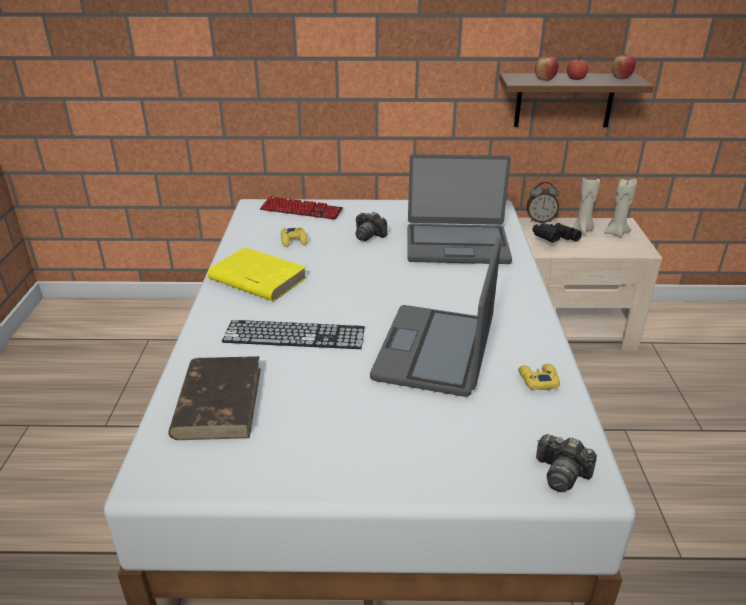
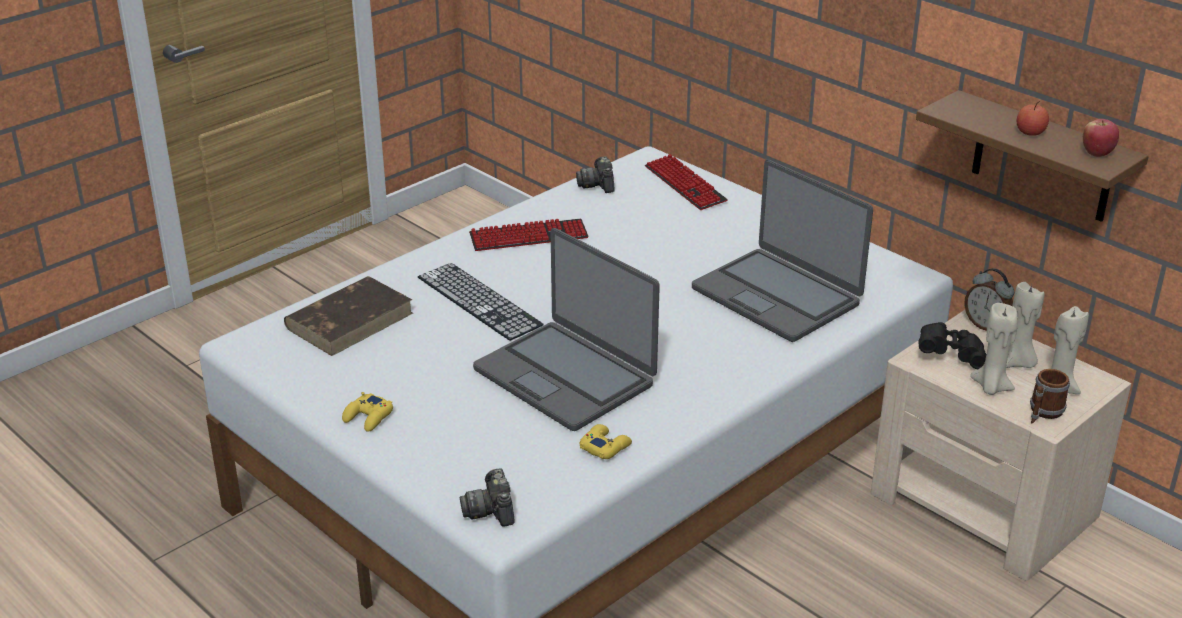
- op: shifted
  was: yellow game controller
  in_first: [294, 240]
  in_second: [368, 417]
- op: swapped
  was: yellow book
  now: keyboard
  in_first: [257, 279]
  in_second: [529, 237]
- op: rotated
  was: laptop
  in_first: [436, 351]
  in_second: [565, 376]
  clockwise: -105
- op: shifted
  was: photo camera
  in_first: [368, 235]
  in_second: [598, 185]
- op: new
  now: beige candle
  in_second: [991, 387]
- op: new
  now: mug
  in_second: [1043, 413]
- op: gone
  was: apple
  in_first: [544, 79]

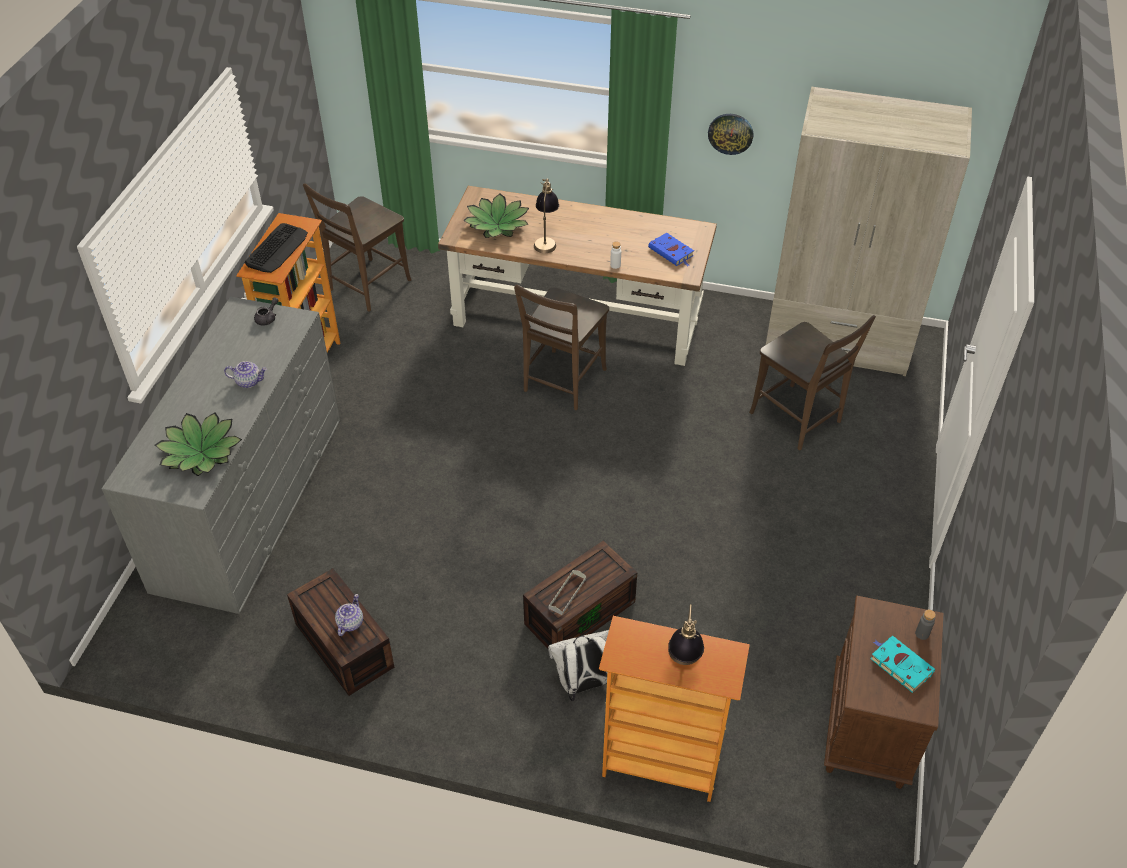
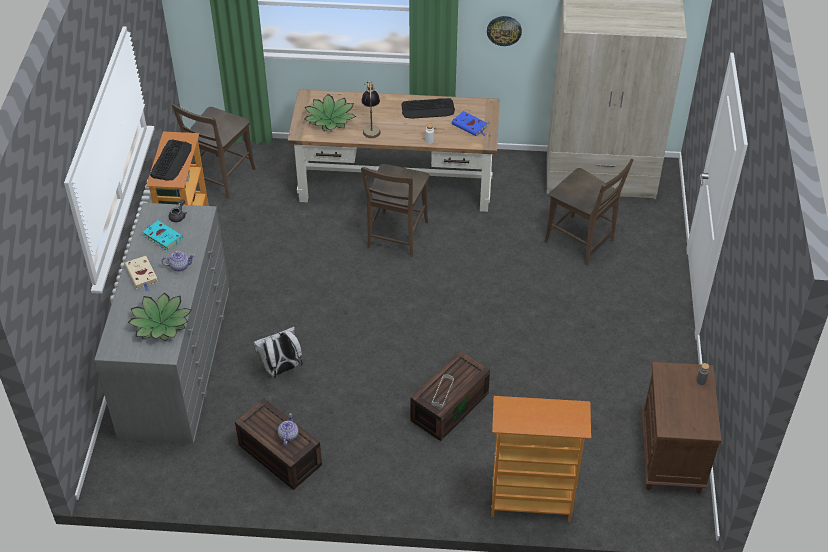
- op: new
  now: beige book
  in_second: [142, 275]
- op: shifted
  was: turquoise book
  in_first: [900, 665]
  in_second: [162, 237]
- op: shifted
  was: white backpack
  in_first: [583, 684]
  in_second: [281, 369]
- op: new
  now: keyboard
  in_second: [428, 109]
- op: gone
  was: table lamp
  in_first: [683, 663]

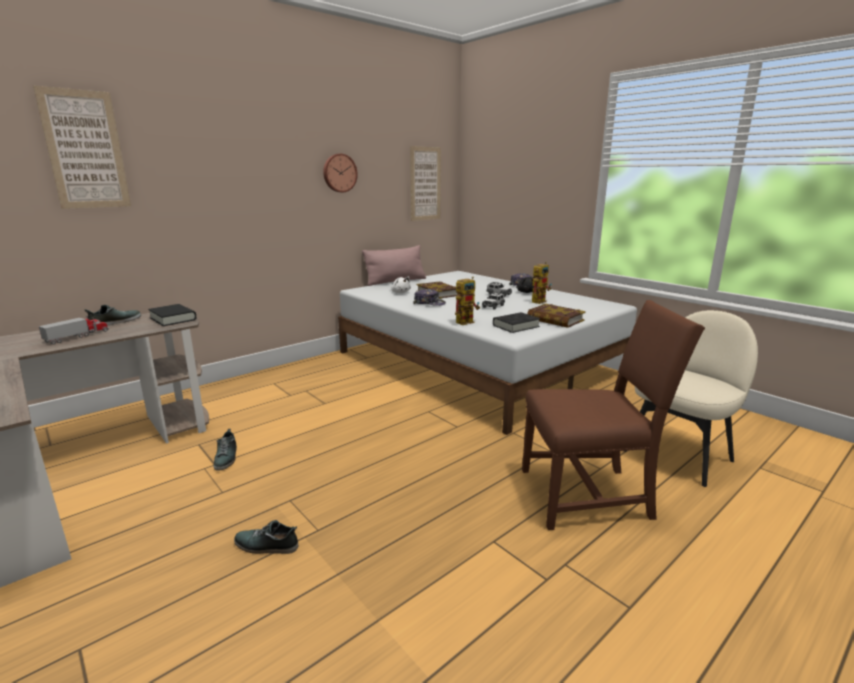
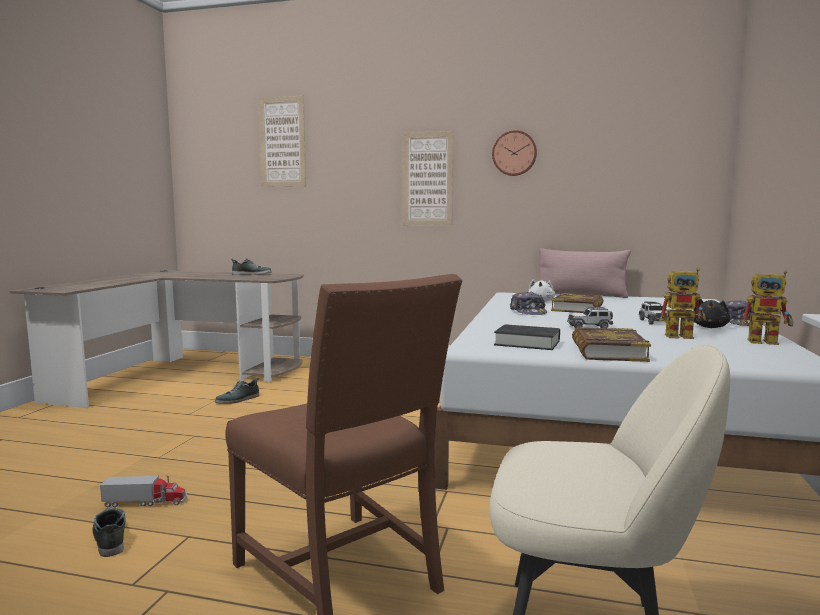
- op: shifted
  was: shoe
  in_first: [266, 546]
  in_second: [109, 536]
- op: shifted
  was: toy truck
  in_first: [78, 336]
  in_second: [145, 502]
- op: shifted
  was: picture
  in_first: [425, 184]
  in_second: [427, 179]
- op: shifted
  was: toy robot
  in_first: [467, 321]
  in_second: [769, 342]
- op: gone
  was: black book
  in_first: [173, 319]

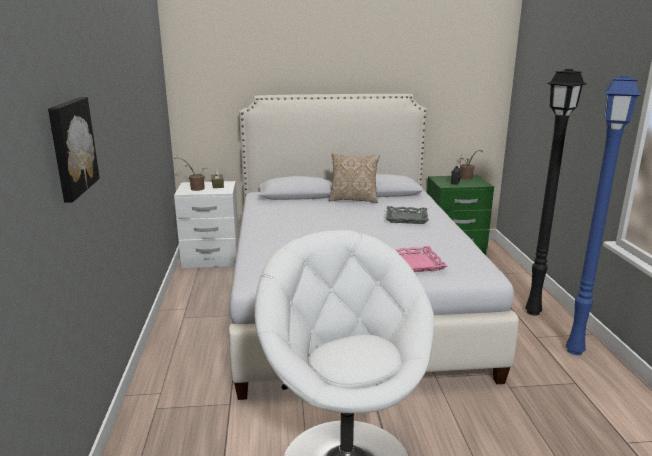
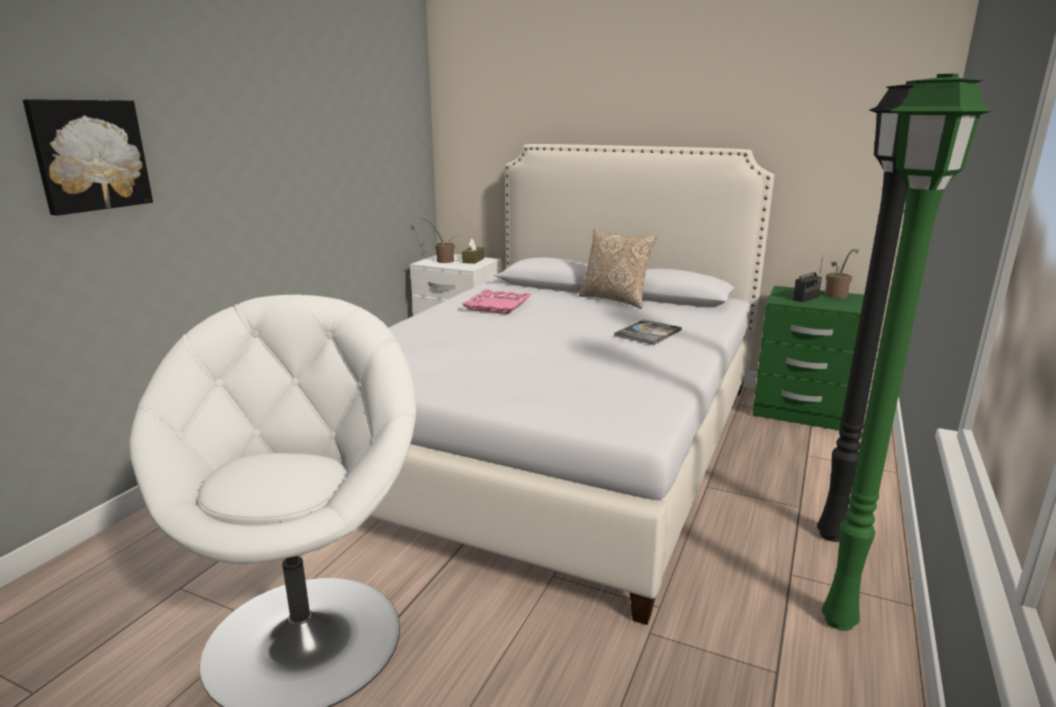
- op: shifted
  was: pink tray
  in_first: [415, 263]
  in_second: [498, 306]
- op: swapped
  was: grey tray
  now: book
  in_first: [406, 218]
  in_second: [648, 333]
- op: repainted
  was: blue floor lamp
  now: green floor lamp
  in_first: [573, 351]
  in_second: [835, 620]

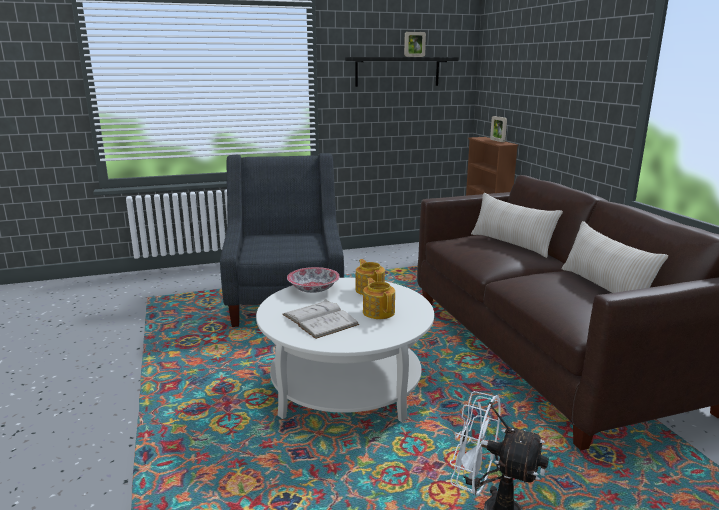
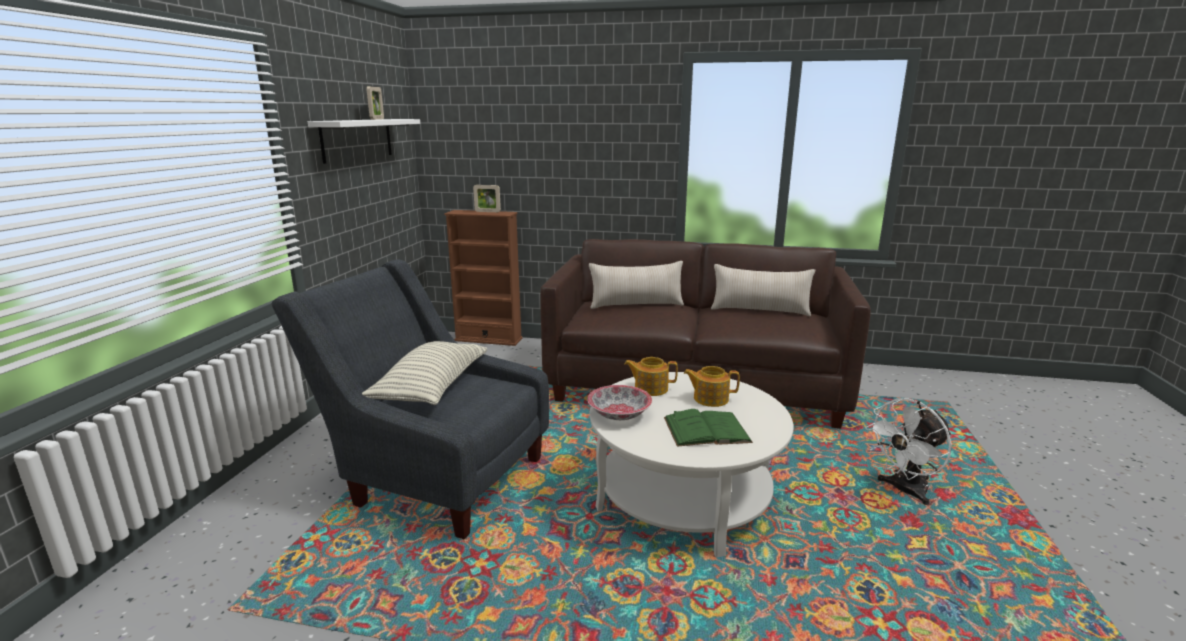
- op: repainted
  was: black shelf
  now: white shelf
  in_first: [397, 71]
  in_second: [357, 139]
- op: new
  now: pillow
  in_second: [431, 388]
- op: repainted
  was: white book
  now: green book
  in_first: [320, 319]
  in_second: [706, 430]

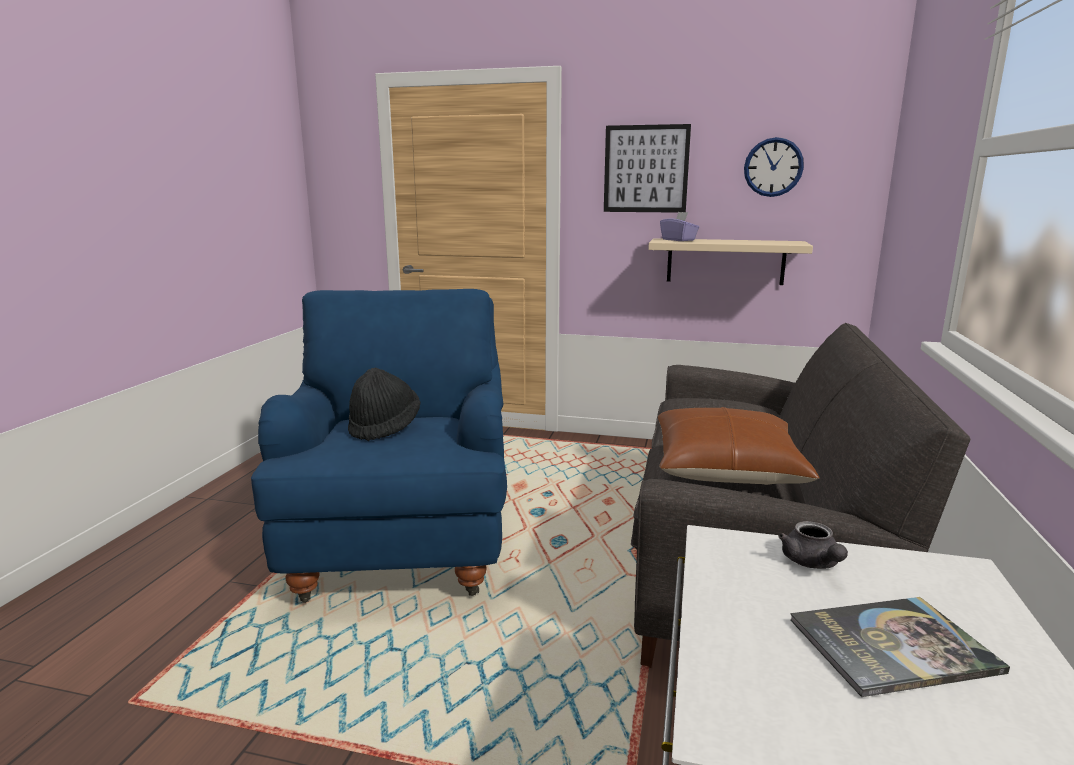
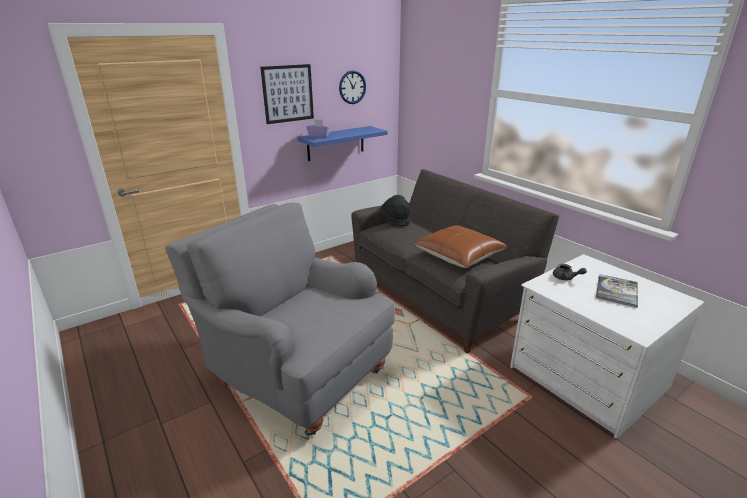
- op: repainted
  was: blue armchair
  now: grey armchair
  in_first: [403, 543]
  in_second: [296, 374]
- op: repainted
  was: beige shelf
  now: blue shelf
  in_first: [725, 261]
  in_second: [336, 143]
- op: shifted
  was: black hat
  in_first: [384, 427]
  in_second: [395, 220]

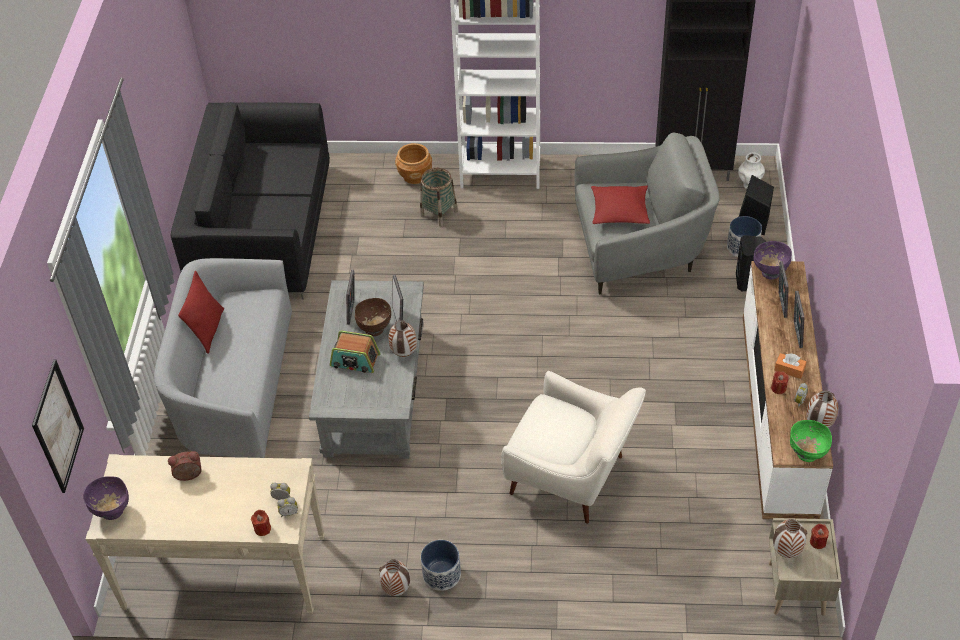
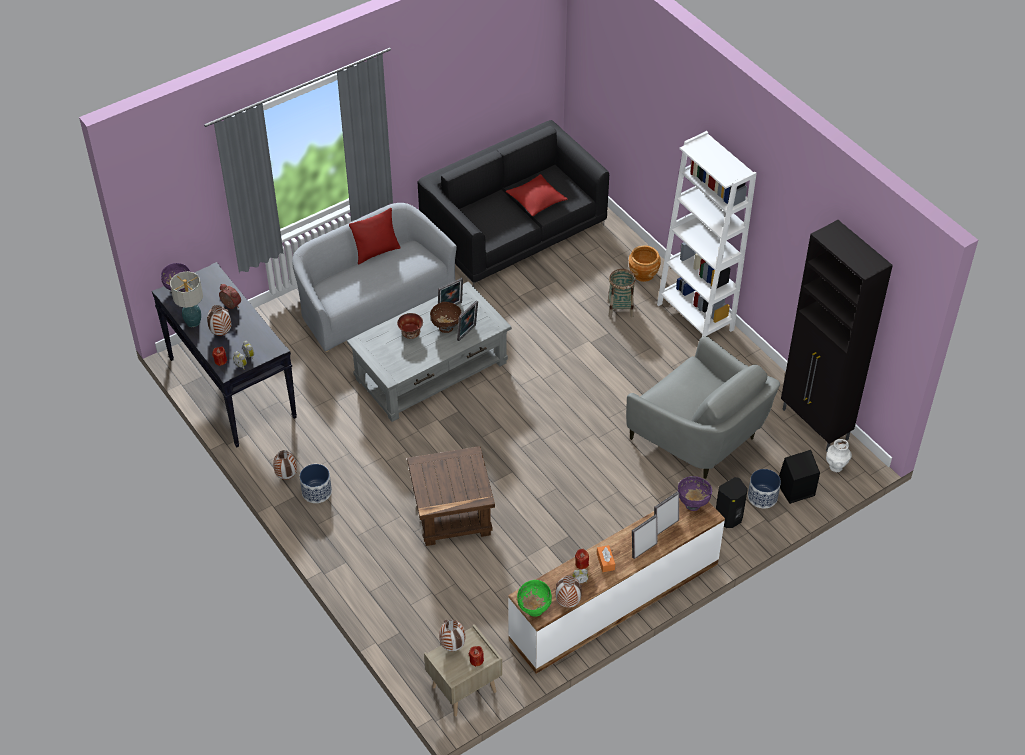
- op: repainted
  was: beige console table
  now: black console table
  in_first: [224, 573]
  in_second: [231, 387]
- op: new
  now: table lamp
  in_second: [193, 322]
- op: shifted
  was: vase
  in_first: [404, 353]
  in_second: [221, 333]
- op: swapped
  was: radio
  now: bowl
  in_first: [355, 361]
  in_second: [411, 334]
- op: swapped
  was: white armchair
  now: brown side table
  in_first: [572, 477]
  in_second: [451, 515]
- op: shifted
  was: red pillow
  in_first: [619, 211]
  in_second: [536, 200]
- op: gone
  was: picture
  in_first: [58, 427]

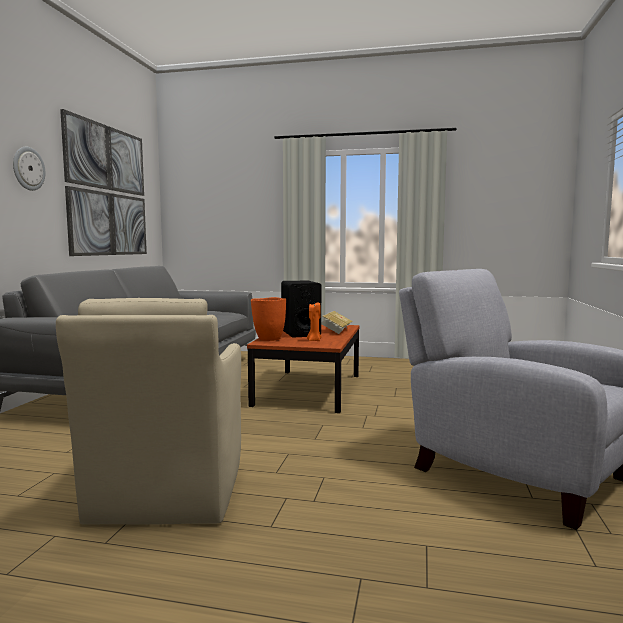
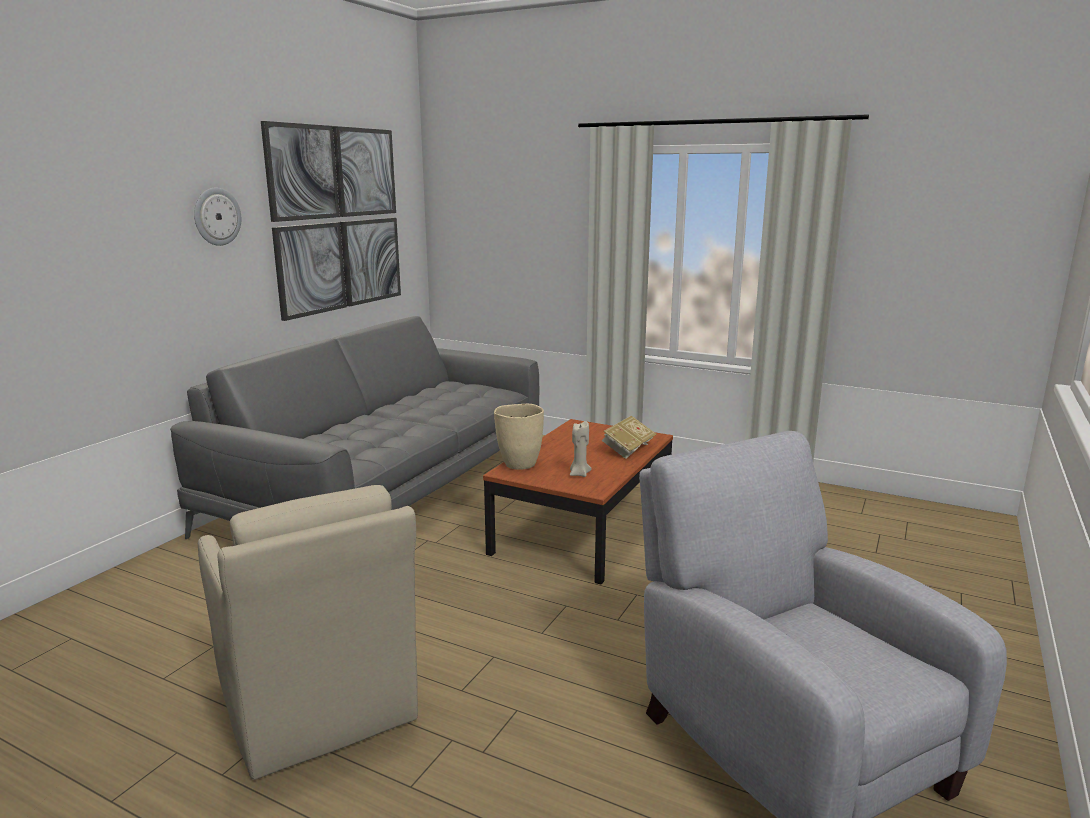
- op: rotated
  was: beige armchair
  in_first: [167, 494]
  in_second: [318, 706]
  clockwise: -45
- op: repainted
  was: orange vase
  now: beige vase
  in_first: [268, 339]
  in_second: [519, 464]
- op: repainted
  was: orange candle
  now: beige candle
  in_first: [314, 340]
  in_second: [579, 474]
- op: gone
  was: black speaker
  in_first: [300, 333]

